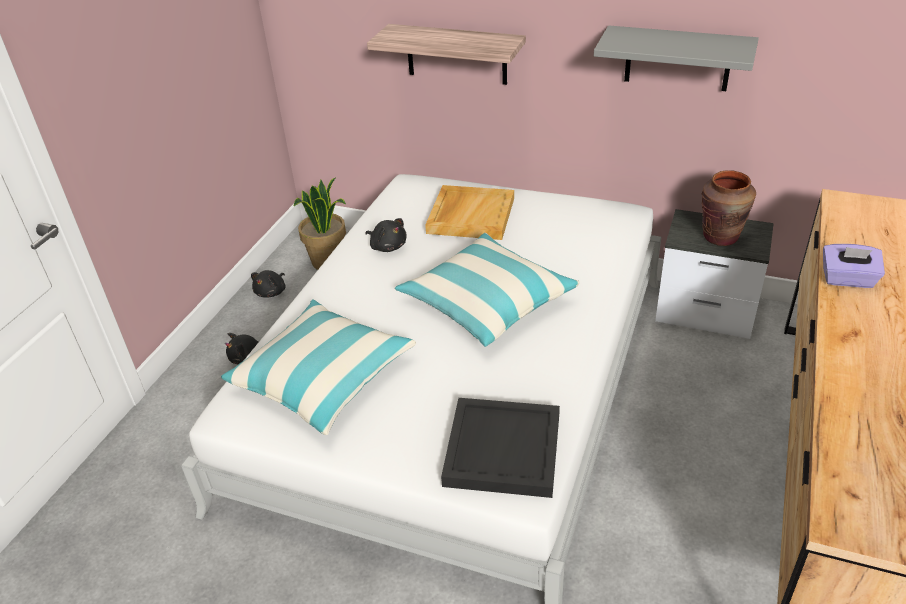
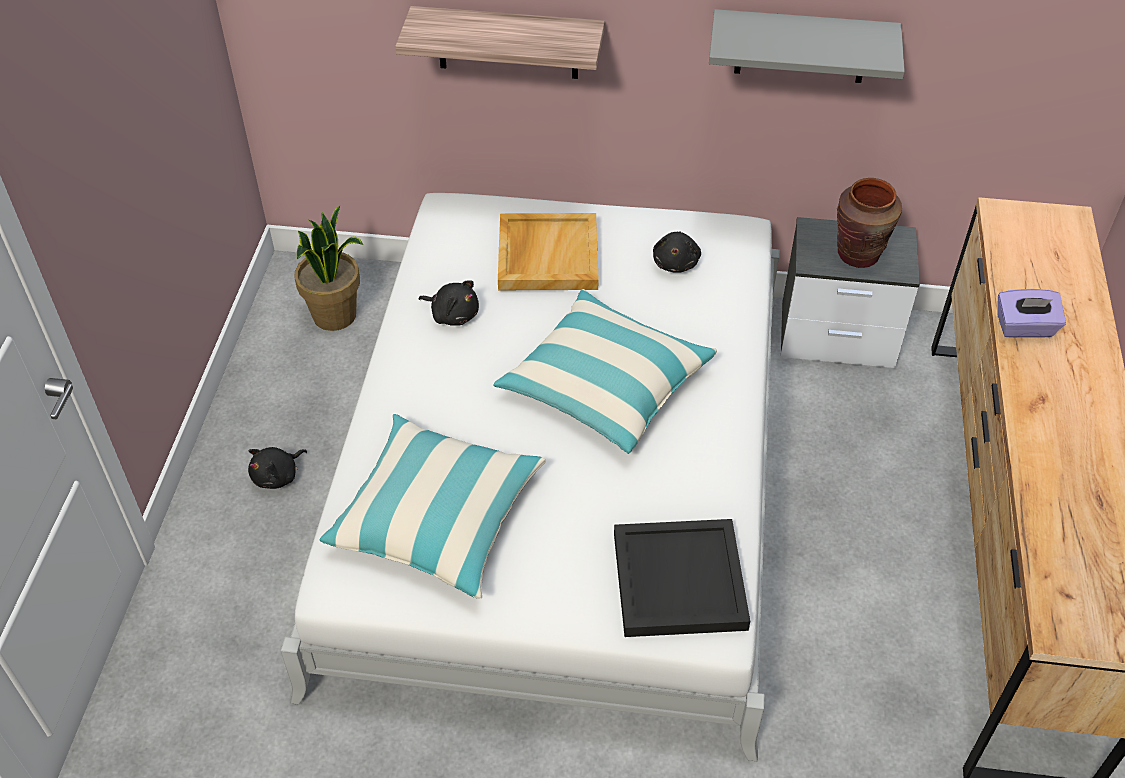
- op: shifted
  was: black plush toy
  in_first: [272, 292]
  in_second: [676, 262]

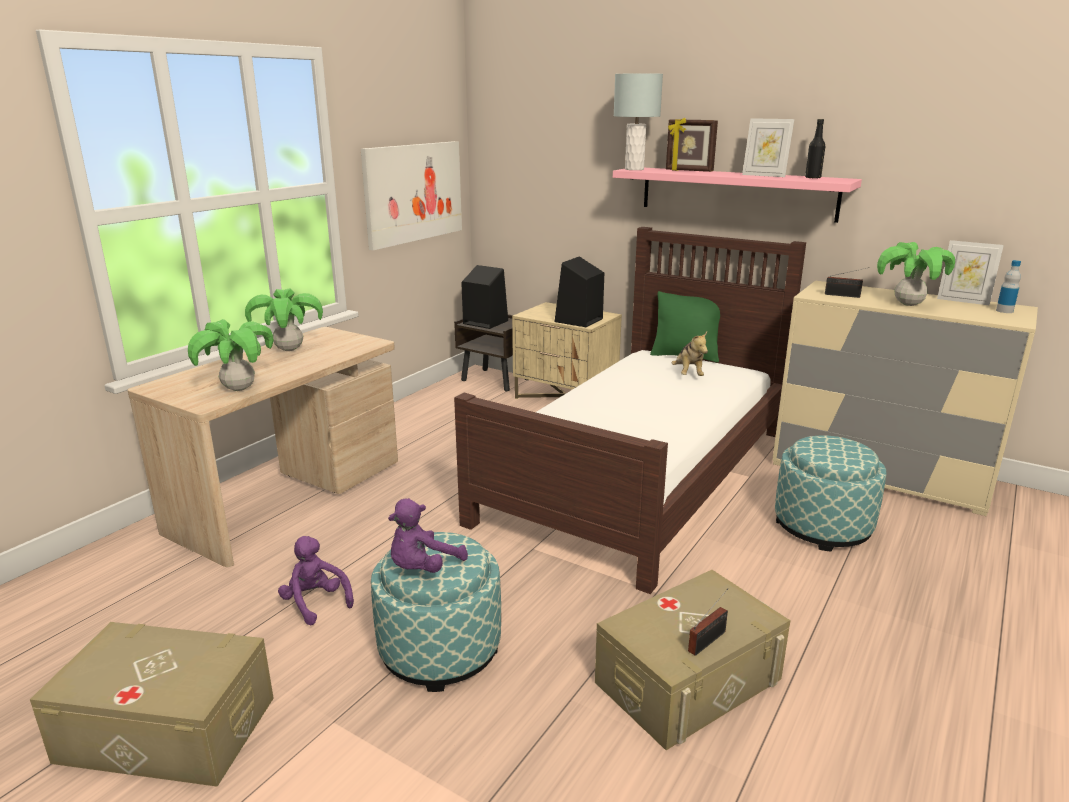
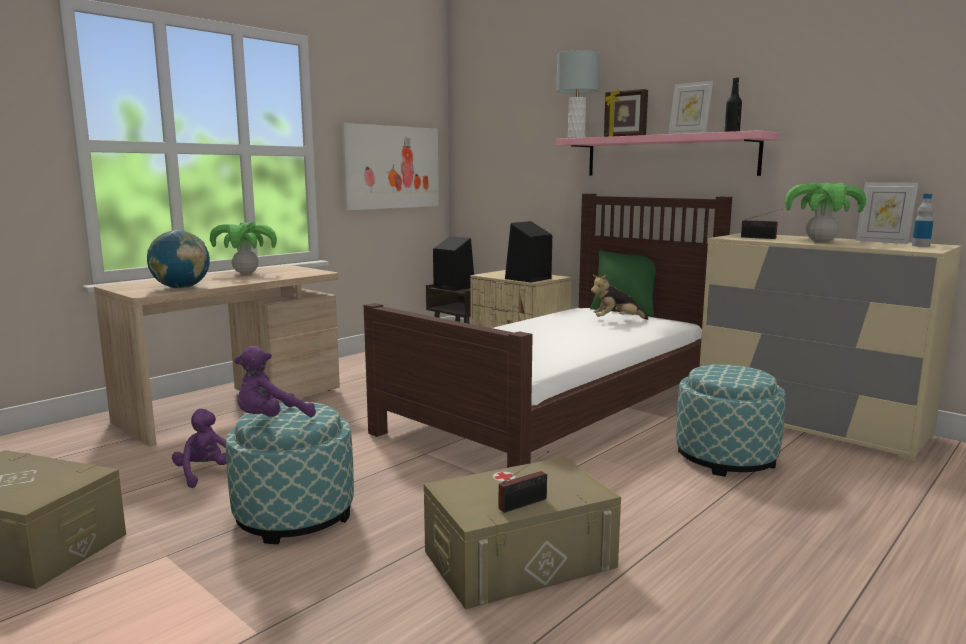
- op: swapped
  was: potted plant
  now: globe
  in_first: [239, 388]
  in_second: [181, 288]
- op: rotated
  was: plush toy
  in_first: [688, 374]
  in_second: [616, 321]
  clockwise: 75

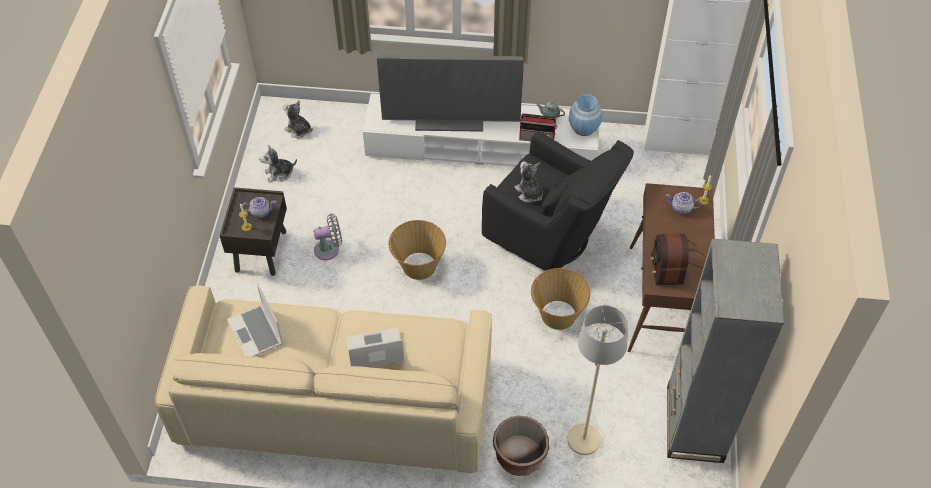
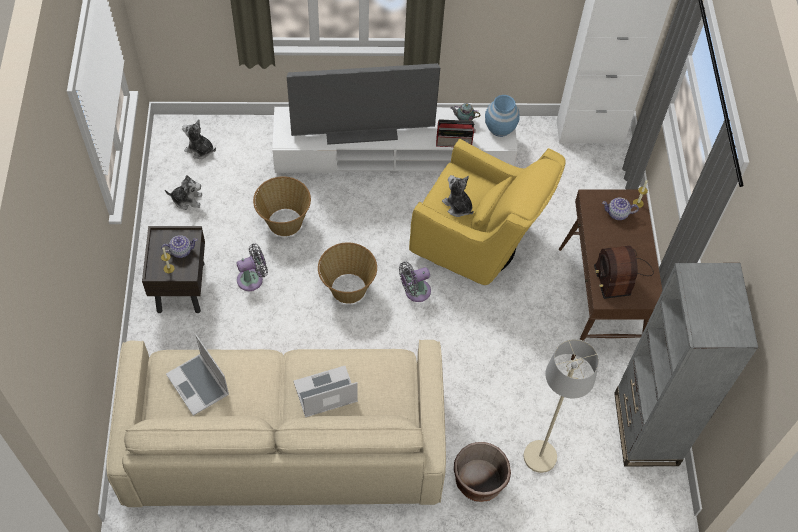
- op: rotated
  was: plush toy
  in_first: [279, 173]
  in_second: [187, 200]
  clockwise: -150
- op: shifted
  was: basket
  in_first: [557, 315]
  in_second: [284, 222]
- op: new
  now: grey fan
  in_second: [415, 291]
- op: repainted
  was: black armchair
  now: yellow armchair
  in_first: [551, 237]
  in_second: [479, 245]

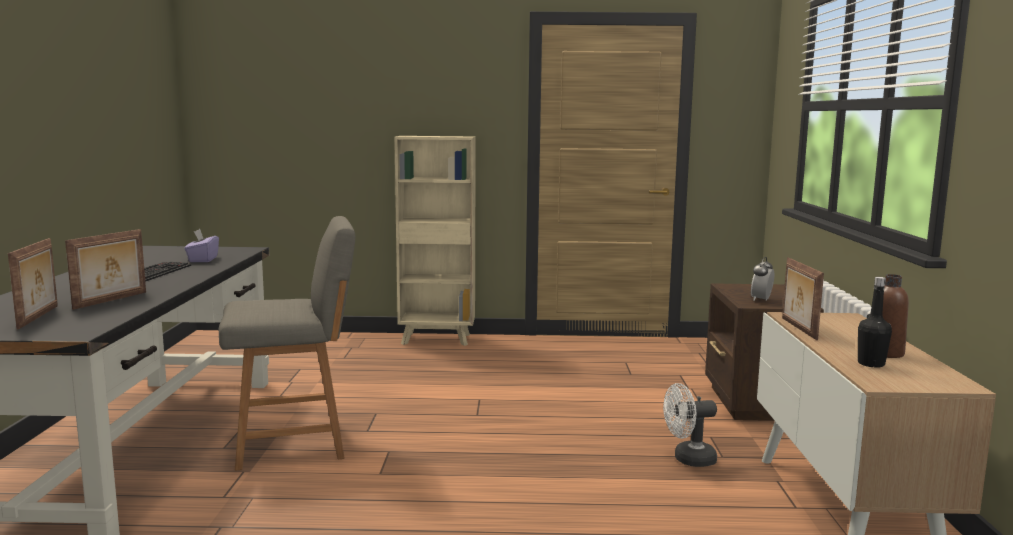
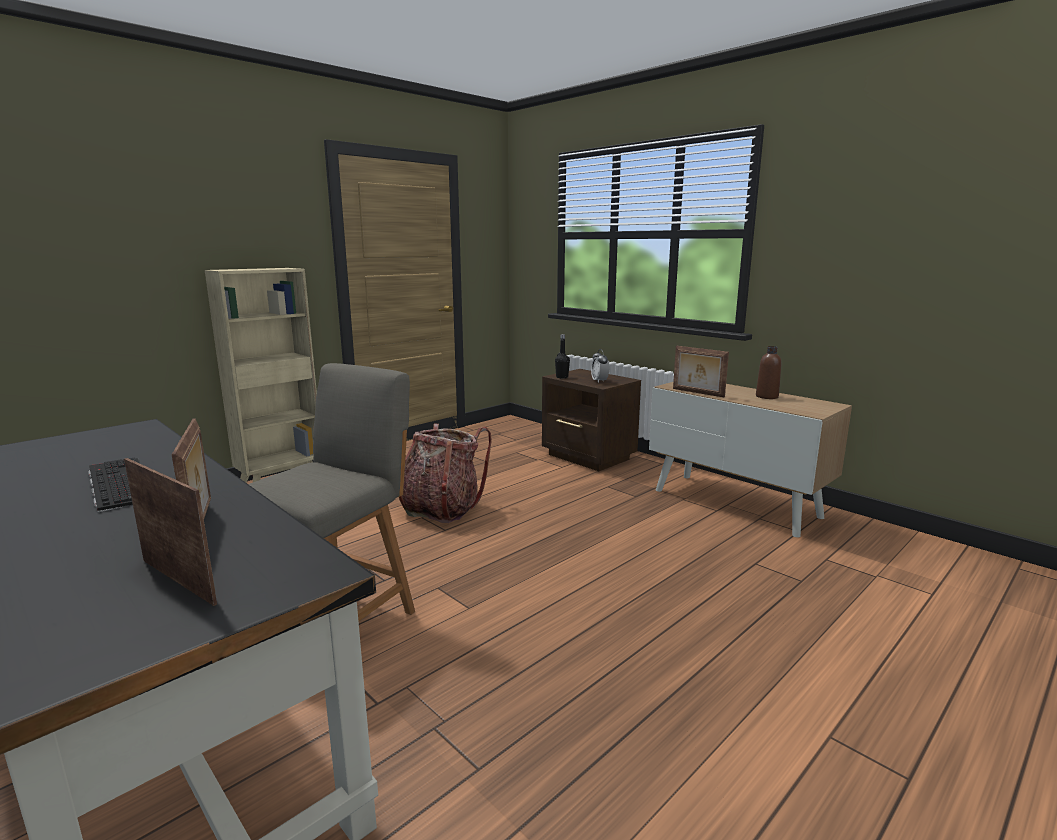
- op: new
  now: backpack
  in_second: [441, 509]
- op: shifted
  was: black bottle
  in_first: [871, 364]
  in_second: [562, 377]
- op: gone
  was: purple tissue box
  in_first: [202, 259]
- op: gone
  was: white fan
  in_first: [688, 459]

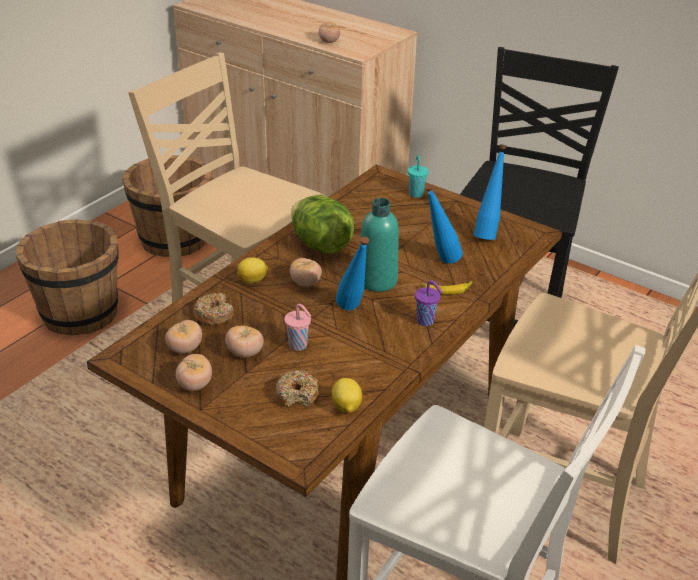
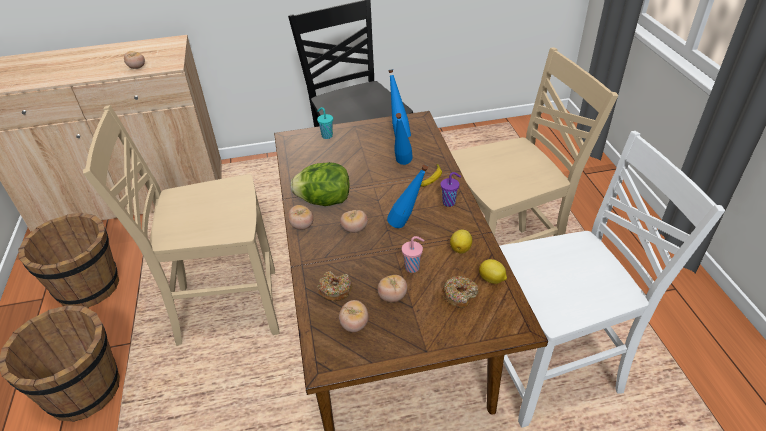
- op: shifted
  was: tomato
  in_first: [195, 385]
  in_second: [302, 226]
- op: shifted
  was: lemon
  in_first: [253, 280]
  in_second: [461, 248]
- op: gone
  was: turquoise bottle
  in_first: [377, 281]

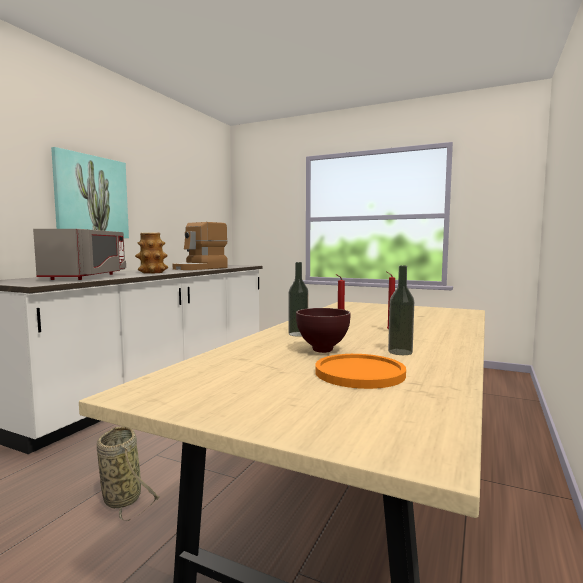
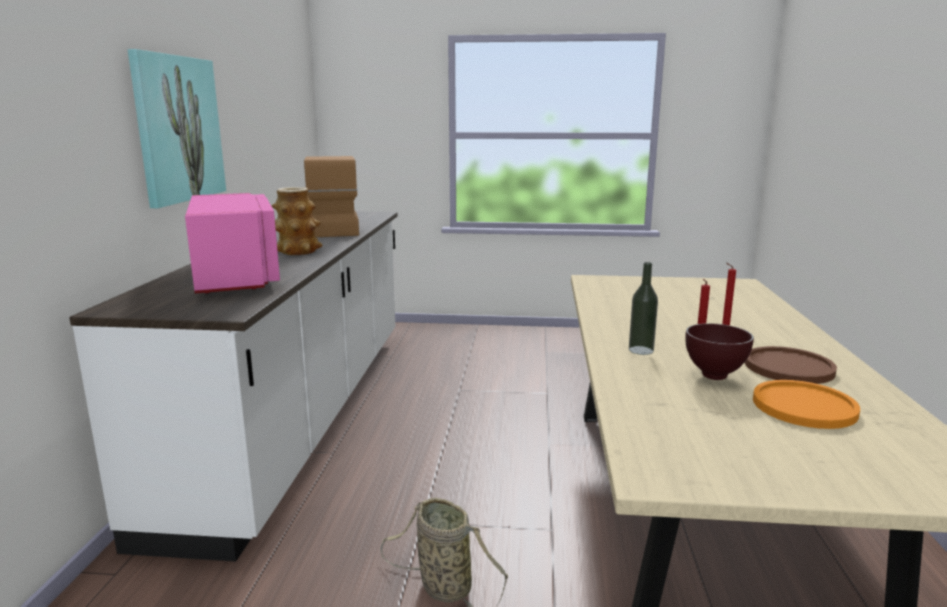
- op: repainted
  was: grey microwave
  now: pink microwave
  in_first: [87, 277]
  in_second: [236, 277]
- op: rotated
  was: coffee machine
  in_first: [200, 268]
  in_second: [332, 230]
  clockwise: 150
- op: swapped
  was: bottle
  now: brown plate
  in_first: [400, 352]
  in_second: [788, 367]

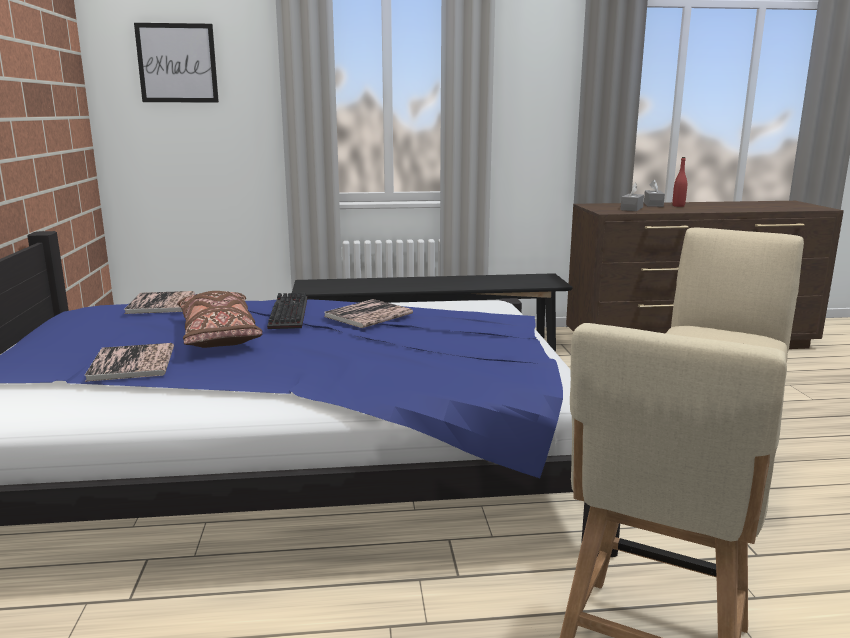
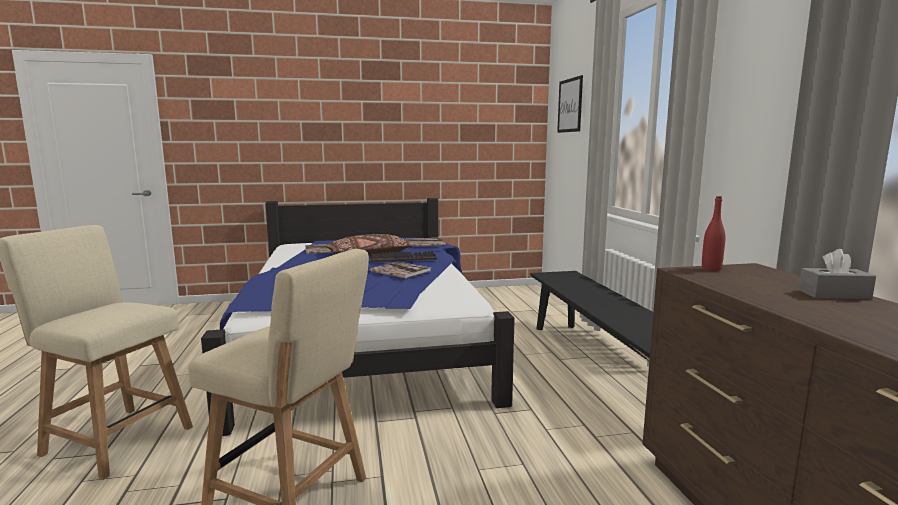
- op: shifted
  was: red bottle
  in_first: [678, 206]
  in_second: [711, 269]
- op: gone
  was: grey tissue box
  in_first: [631, 208]

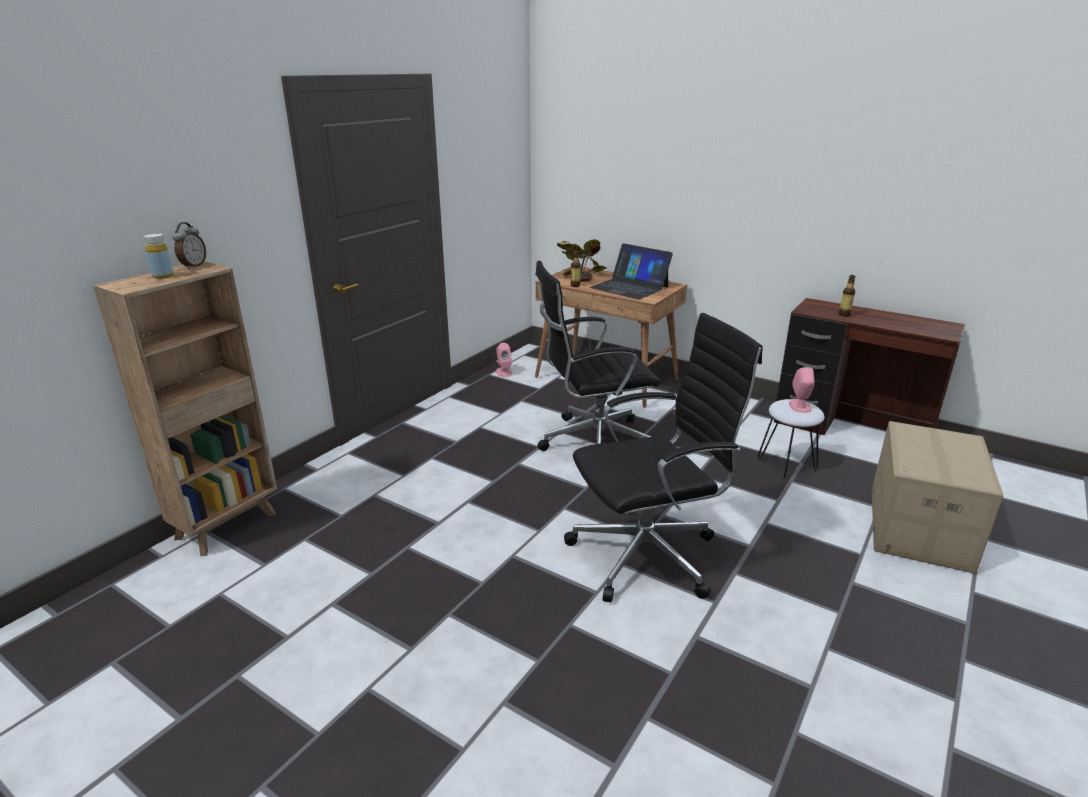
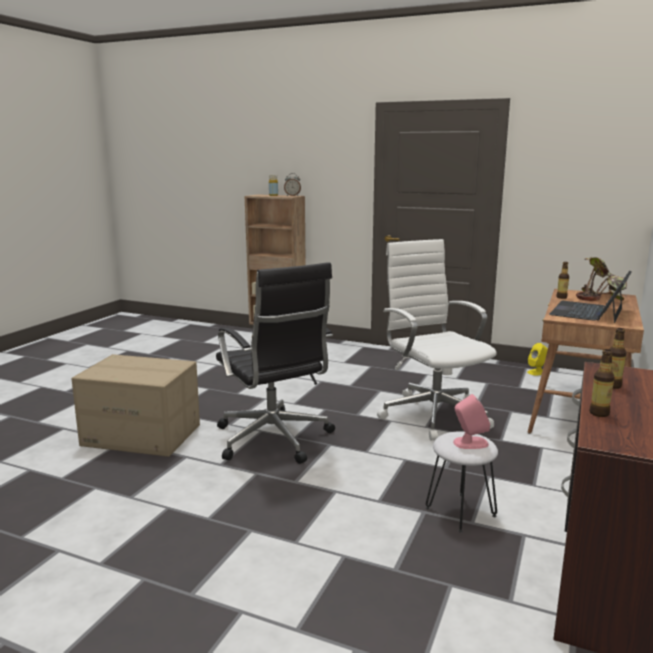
- op: shifted
  was: cardboard box
  in_first: [917, 528]
  in_second: [142, 435]
- op: repainted
  was: black office chair
  now: white office chair
  in_first: [593, 443]
  in_second: [433, 414]
- op: repainted
  was: pink speaker
  now: yellow speaker
  in_first: [503, 372]
  in_second: [537, 372]
- op: new
  now: bottle
  in_second: [599, 413]

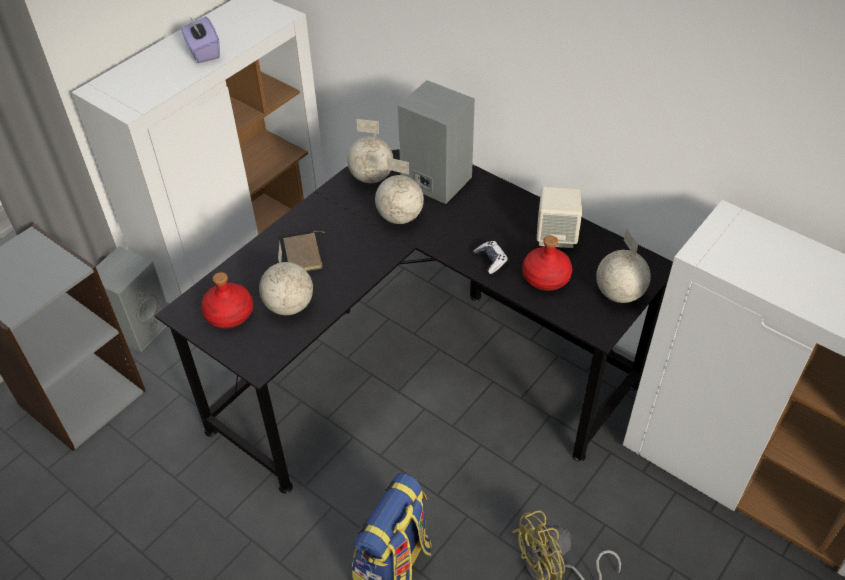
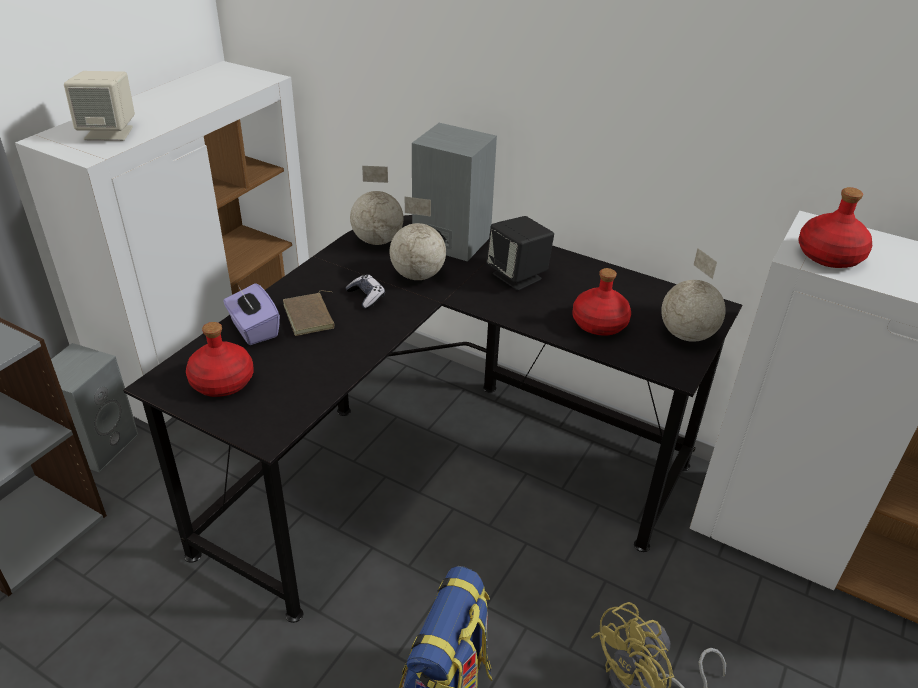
- op: shifted
  was: beige speaker
  in_first: [556, 236]
  in_second: [109, 133]
- op: shifted
  was: purple tissue box
  in_first: [203, 52]
  in_second: [253, 329]
- op: shifted
  was: game controller
  in_first: [491, 261]
  in_second: [366, 297]
- op: new
  now: black speaker
  in_second: [518, 276]
- op: new
  now: red bottle
  in_second: [830, 256]
- op: gone
  was: globe
  in_first: [290, 305]

